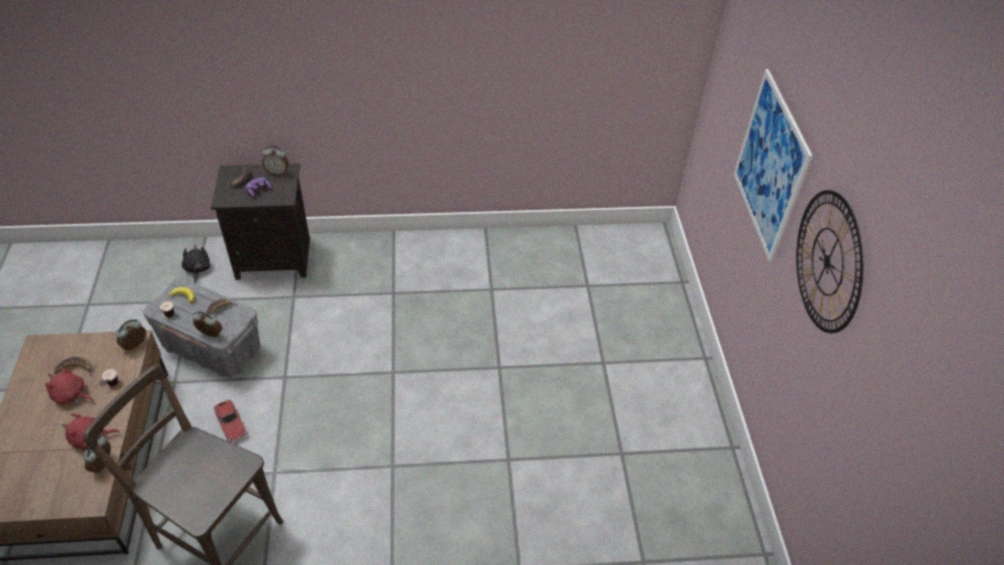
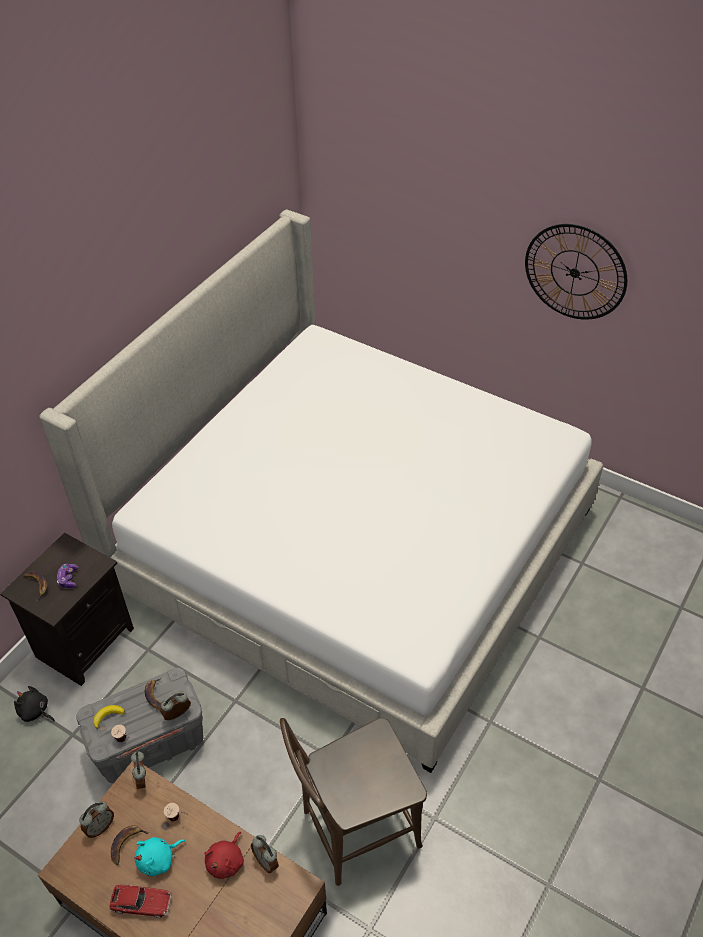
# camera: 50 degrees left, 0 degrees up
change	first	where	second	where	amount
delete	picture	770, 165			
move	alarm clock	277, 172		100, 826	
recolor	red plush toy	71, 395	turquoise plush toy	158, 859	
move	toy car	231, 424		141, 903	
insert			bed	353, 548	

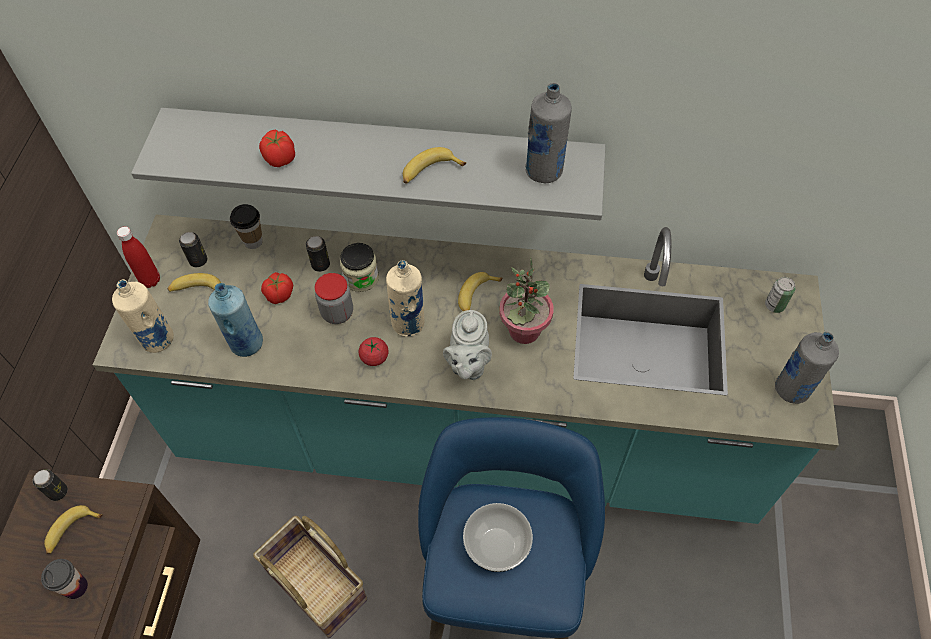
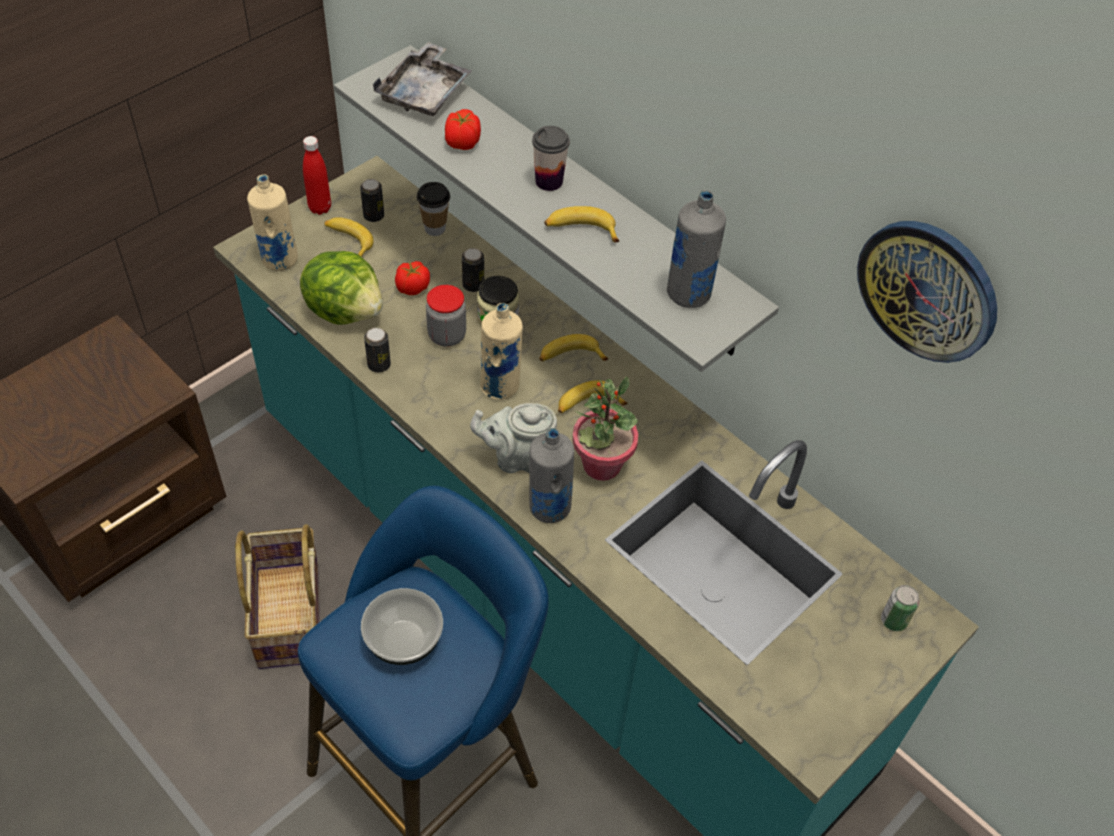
# camera: 35 degrees right, 5 degrees down
change	first	where	second	where	amount
replace	blue bottle	246, 344	lettuce	346, 310	
rotate	grey teapot	468, 364		518, 458	45 degrees clockwise
move	grey bottle	791, 390		549, 507	
delete	tomato	374, 357			
move	can	58, 492		379, 365	
move	banana	71, 531		570, 356	
move	cup	76, 587		549, 181	
insert			grey tray	425, 93	
insert			wall clock	928, 290	

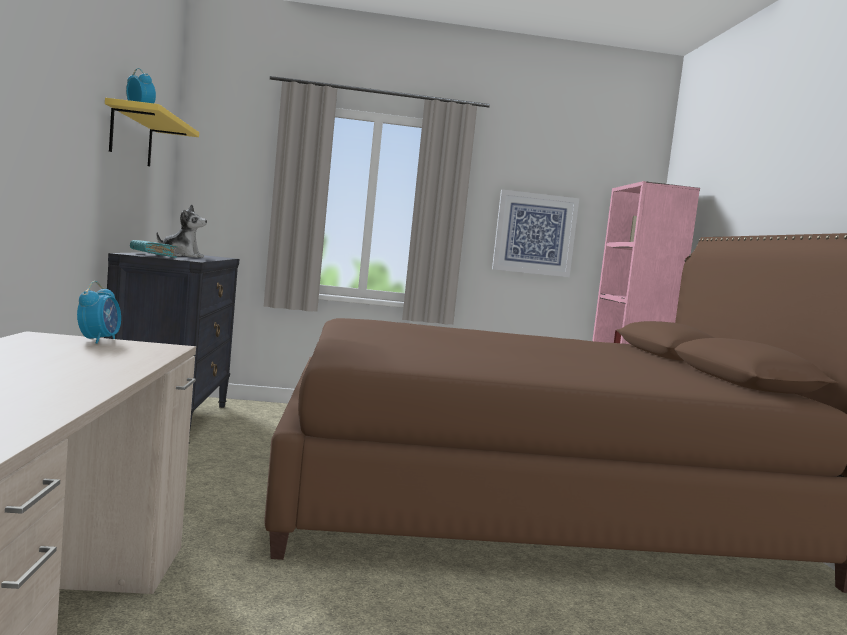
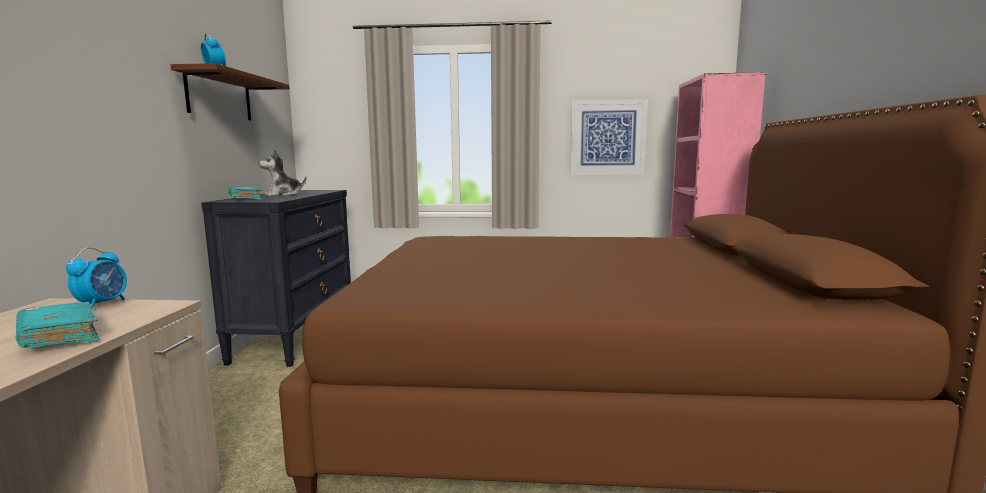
# camera: 10 degrees right, 5 degrees up
change	first	where	second	where	amount
recolor	yellow shelf	131, 136	brown shelf	219, 96	
rotate	plush toy	182, 256		283, 195	135 degrees clockwise
insert			turquoise book	59, 337	

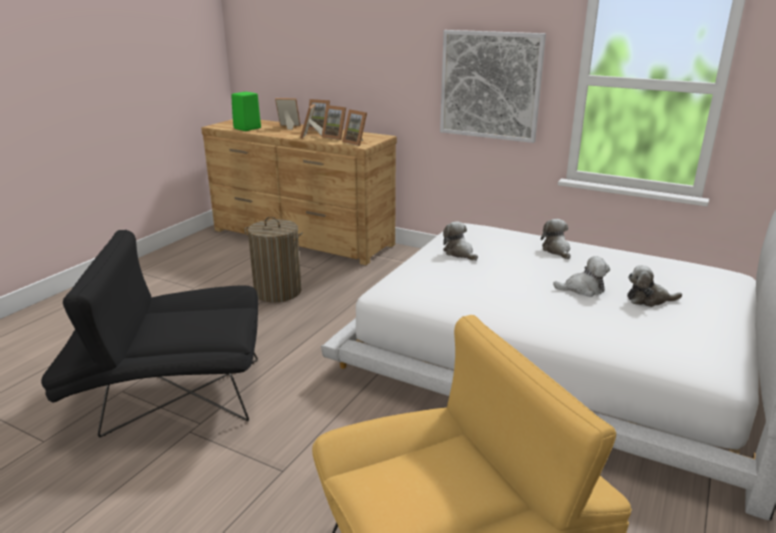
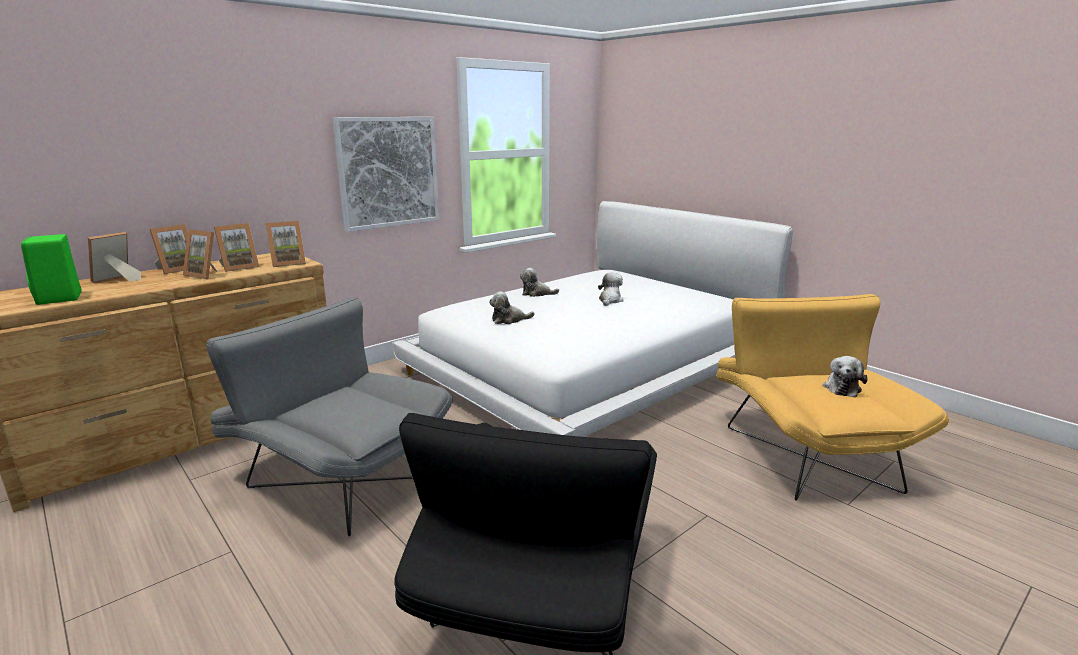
# camera: 70 degrees left, 5 degrees down
change	first	where	second	where	amount
replace	laundry basket	278, 292	grey armchair	337, 475	
move	plush toy	648, 299		842, 388	

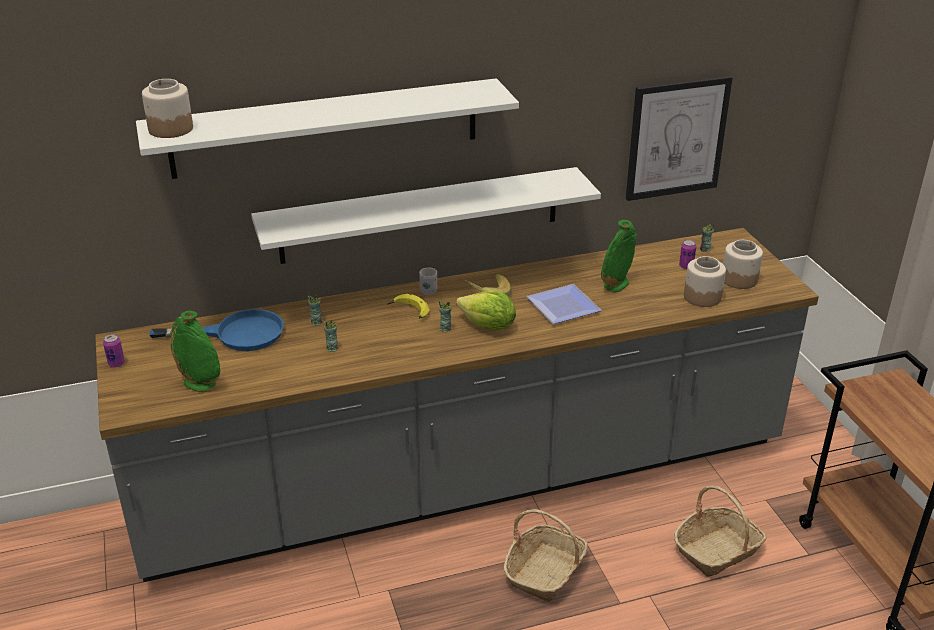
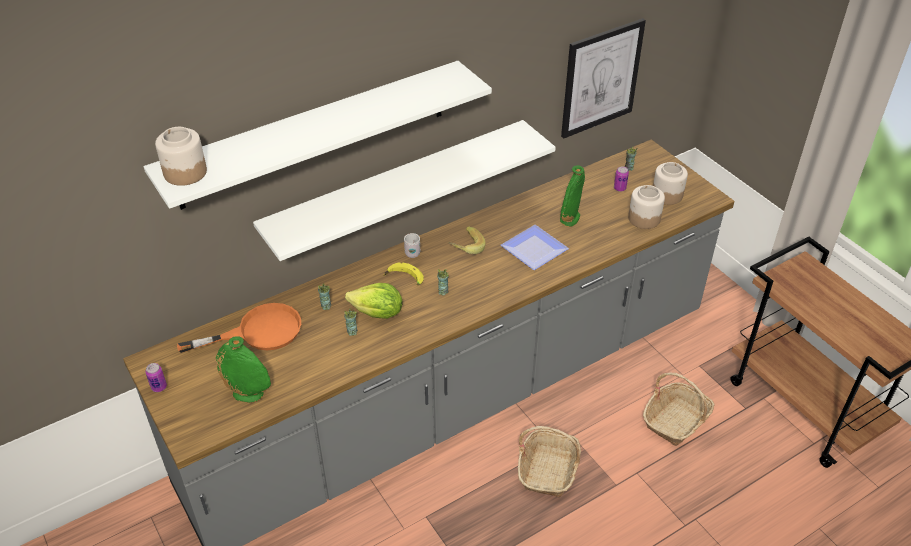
# camera: 15 degrees left, 10 degrees up
change	first	where	second	where	amount
move	lettuce	488, 326		377, 313	
recolor	blue frying pan	237, 334	orange frying pan	258, 332	

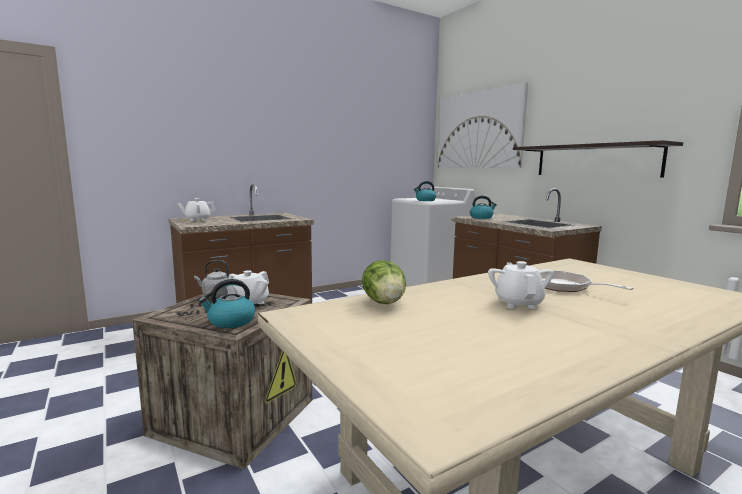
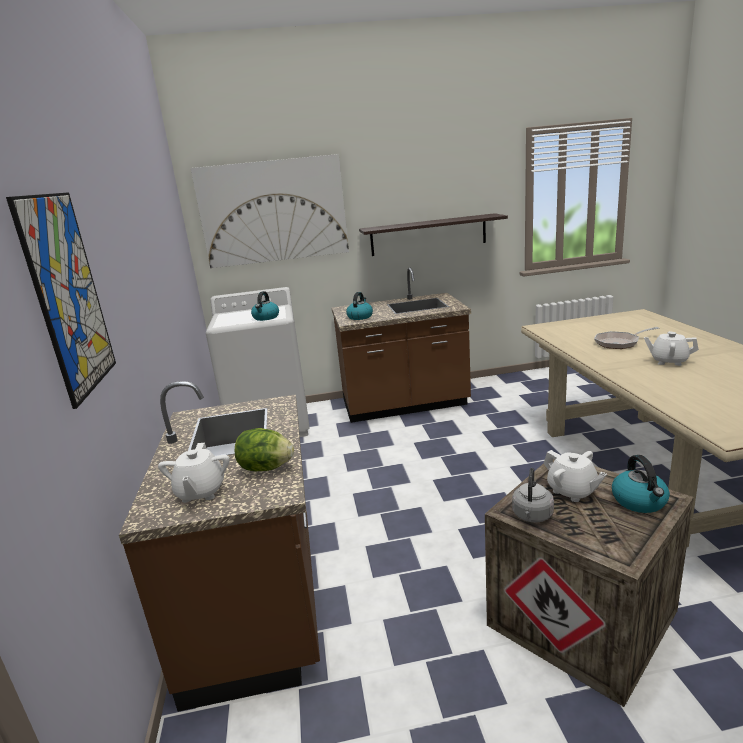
# camera: 65 degrees left, 10 degrees up
change	first	where	second	where	amount
move	lettuce	384, 303		266, 468	
insert			picture	68, 295	

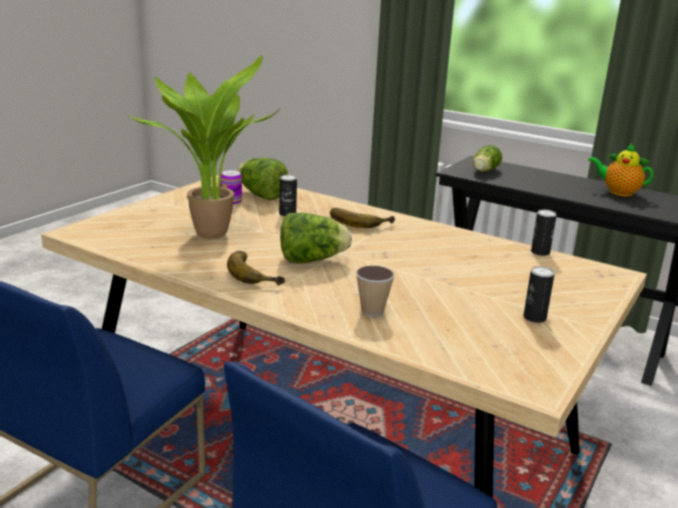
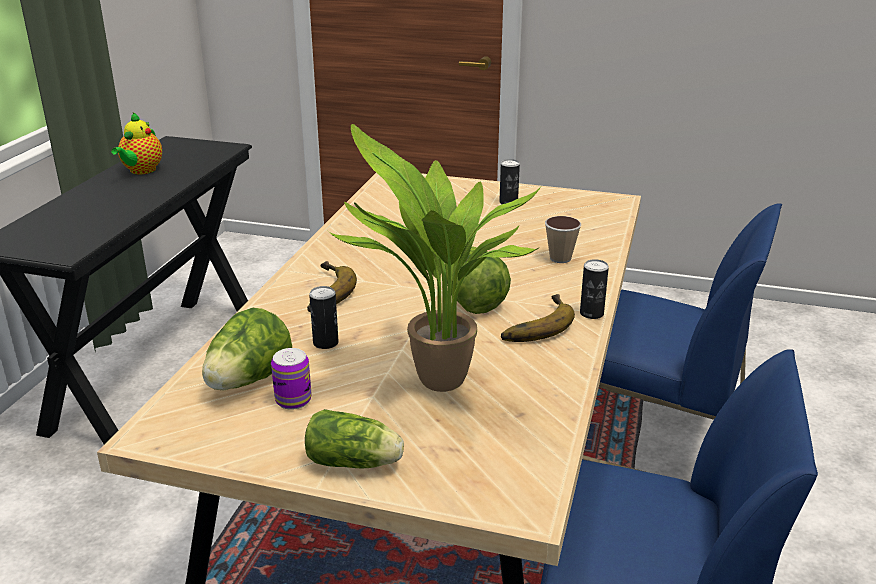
# camera: 105 degrees left, 5 degrees up
change	first	where	second	where	amount
move	lettuce	484, 171		356, 463	
move	can	540, 252		591, 313	

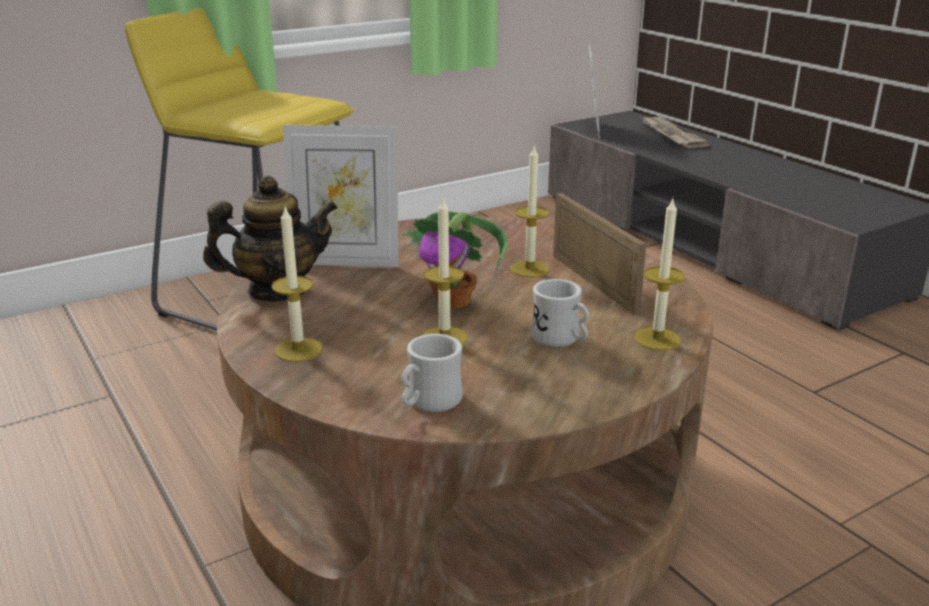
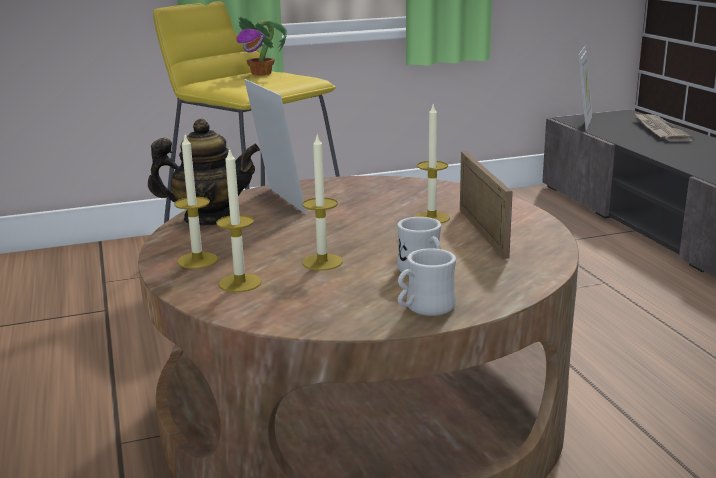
# camera: 15 degrees right, 5 degrees down
change	first	where	second	where	amount
rotate	picture frame	346, 261		278, 202	135 degrees counterclockwise
move	candle	657, 339		240, 283	
move	potted plant	454, 301		262, 73	
move	white mug	428, 403		424, 309	

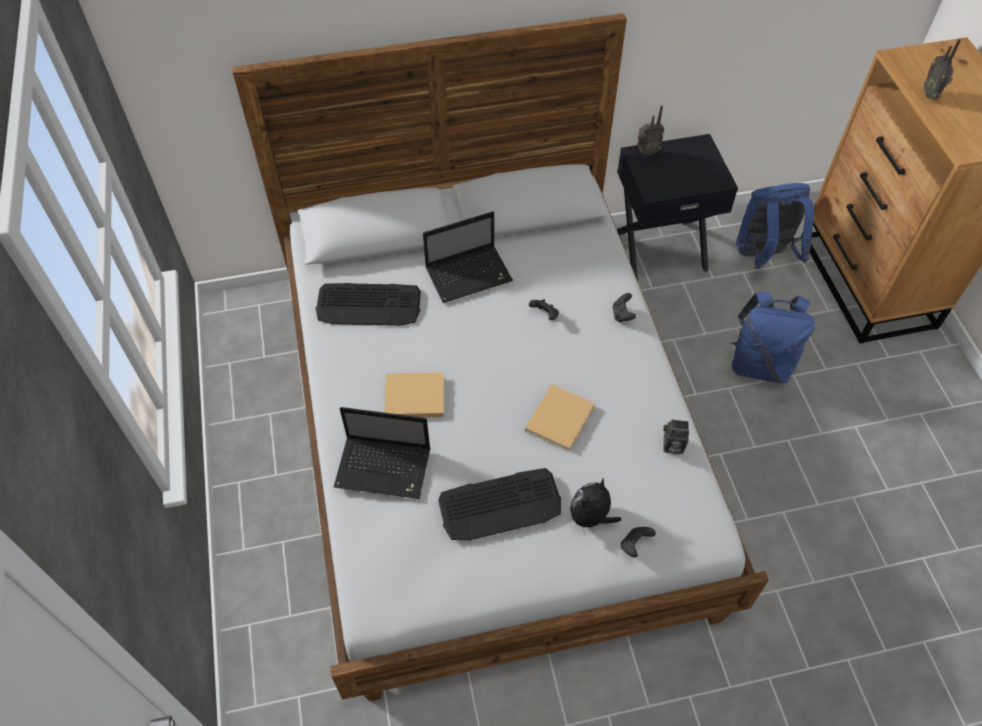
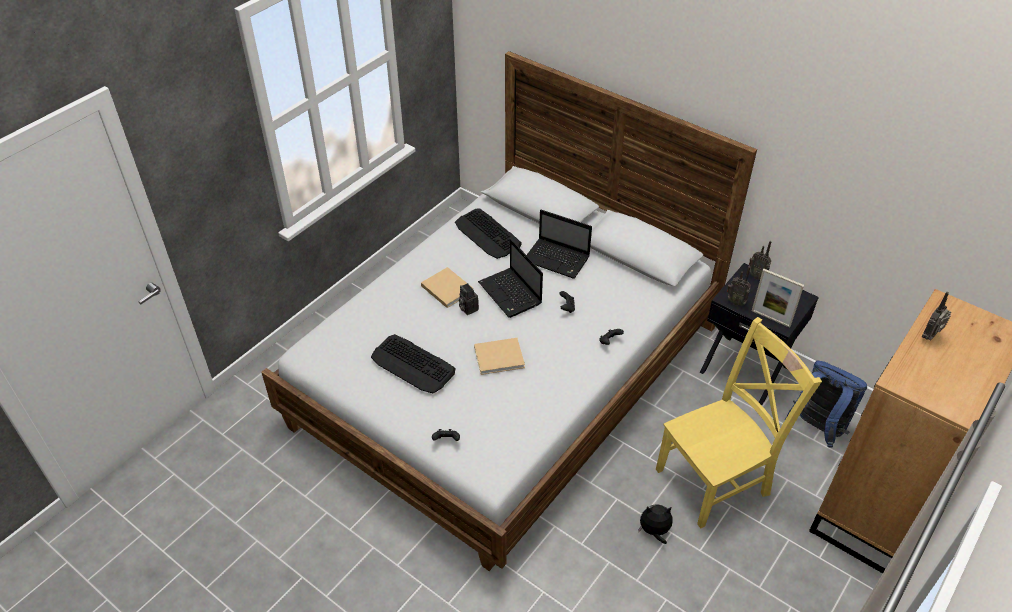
# camera: 50 degrees right, 10 degrees down
change	first	where	second	where	amount
replace	blue backpack	759, 364	yellow chair	716, 480	
move	laptop	385, 468		511, 294	
move	photo camera	671, 446		467, 308	
move	plush toy	590, 517		654, 531	
insert			radio	735, 302	
insert			picture frame	770, 318	

